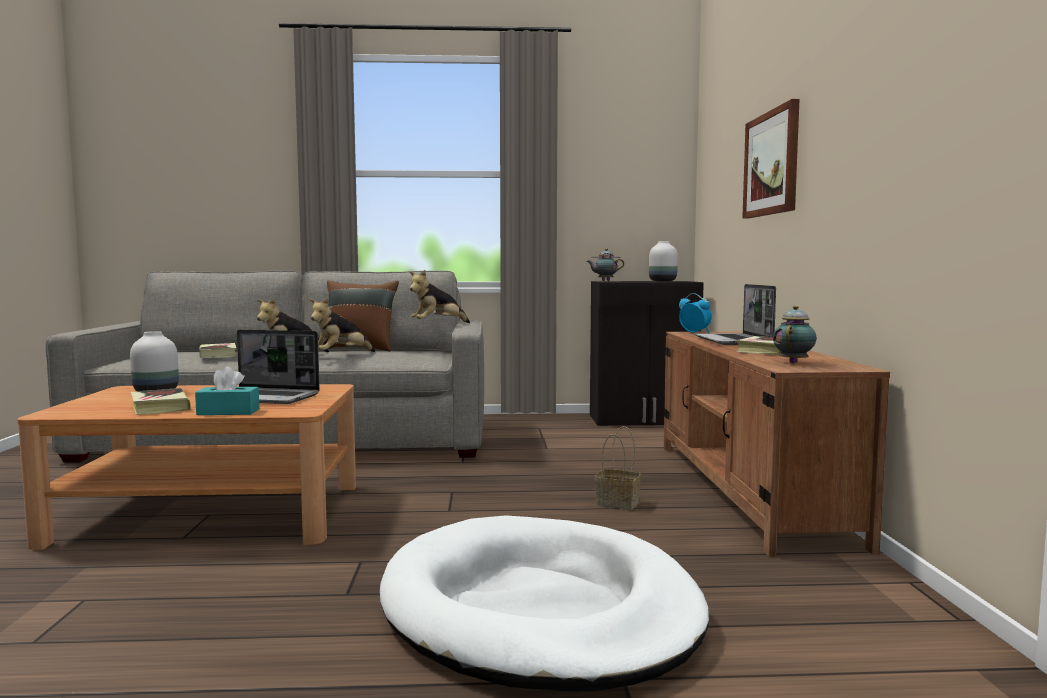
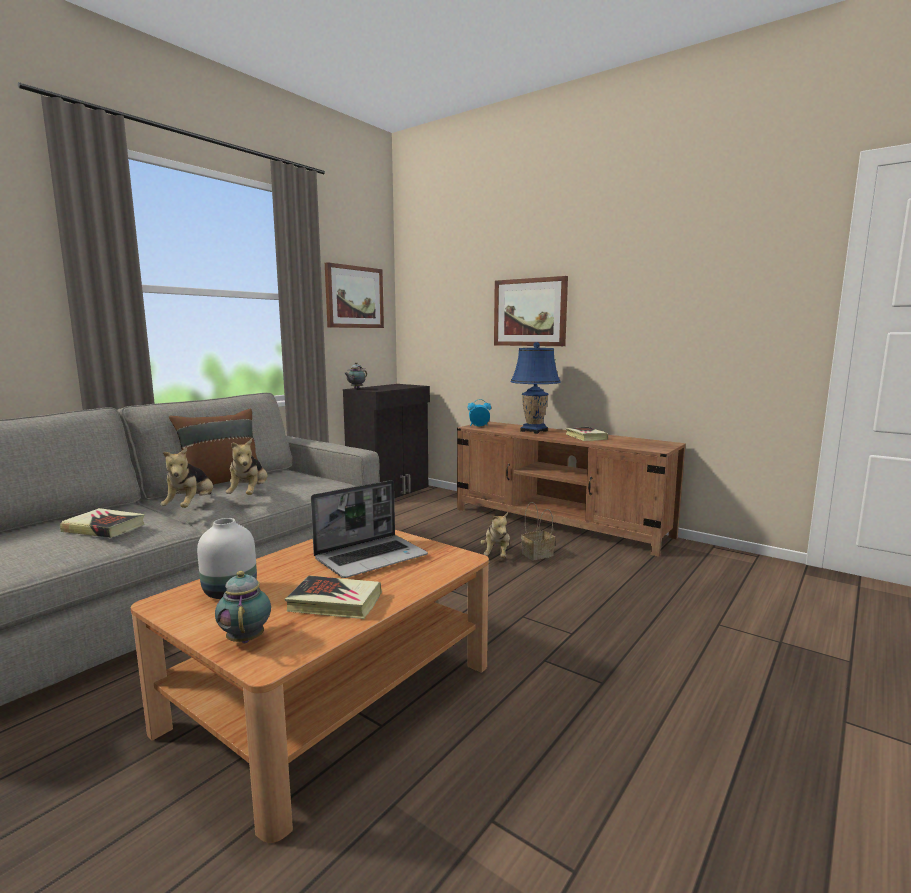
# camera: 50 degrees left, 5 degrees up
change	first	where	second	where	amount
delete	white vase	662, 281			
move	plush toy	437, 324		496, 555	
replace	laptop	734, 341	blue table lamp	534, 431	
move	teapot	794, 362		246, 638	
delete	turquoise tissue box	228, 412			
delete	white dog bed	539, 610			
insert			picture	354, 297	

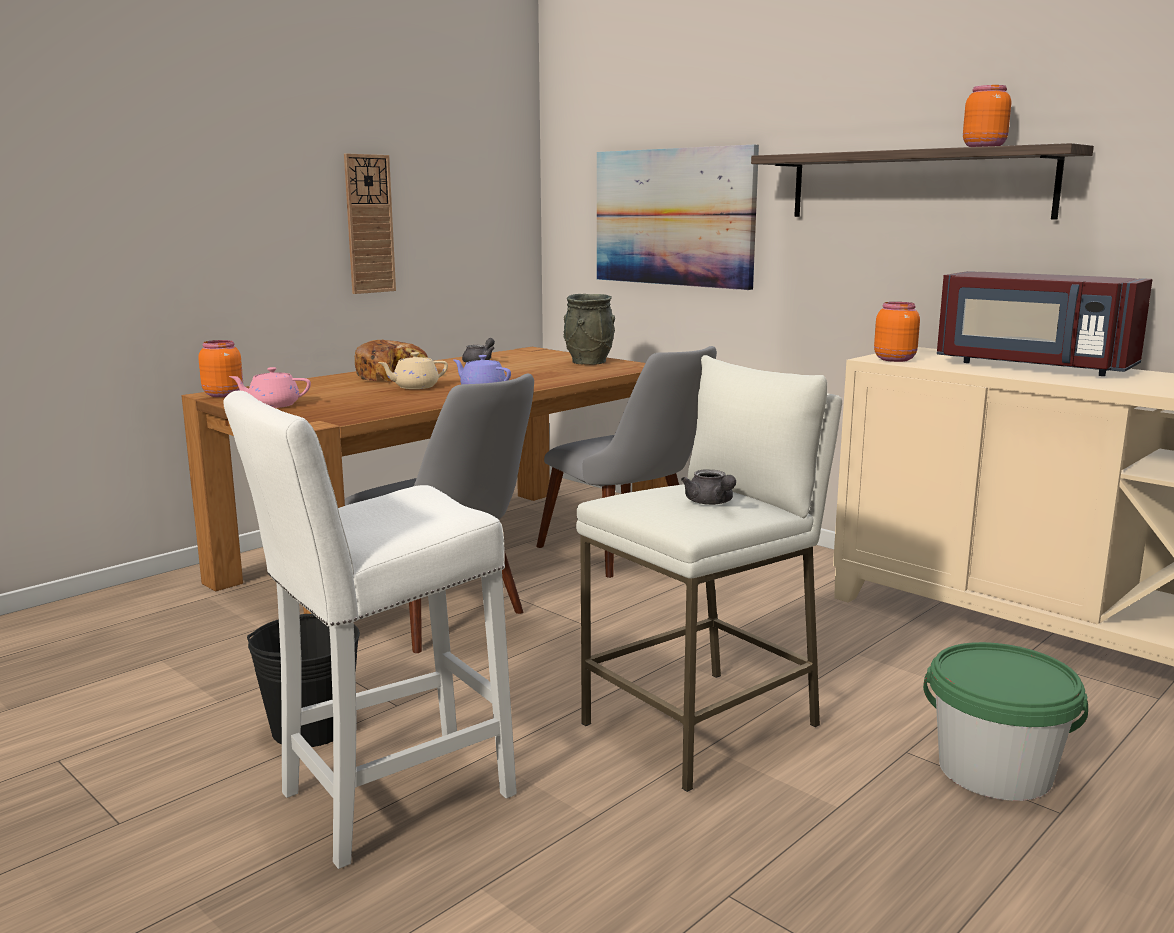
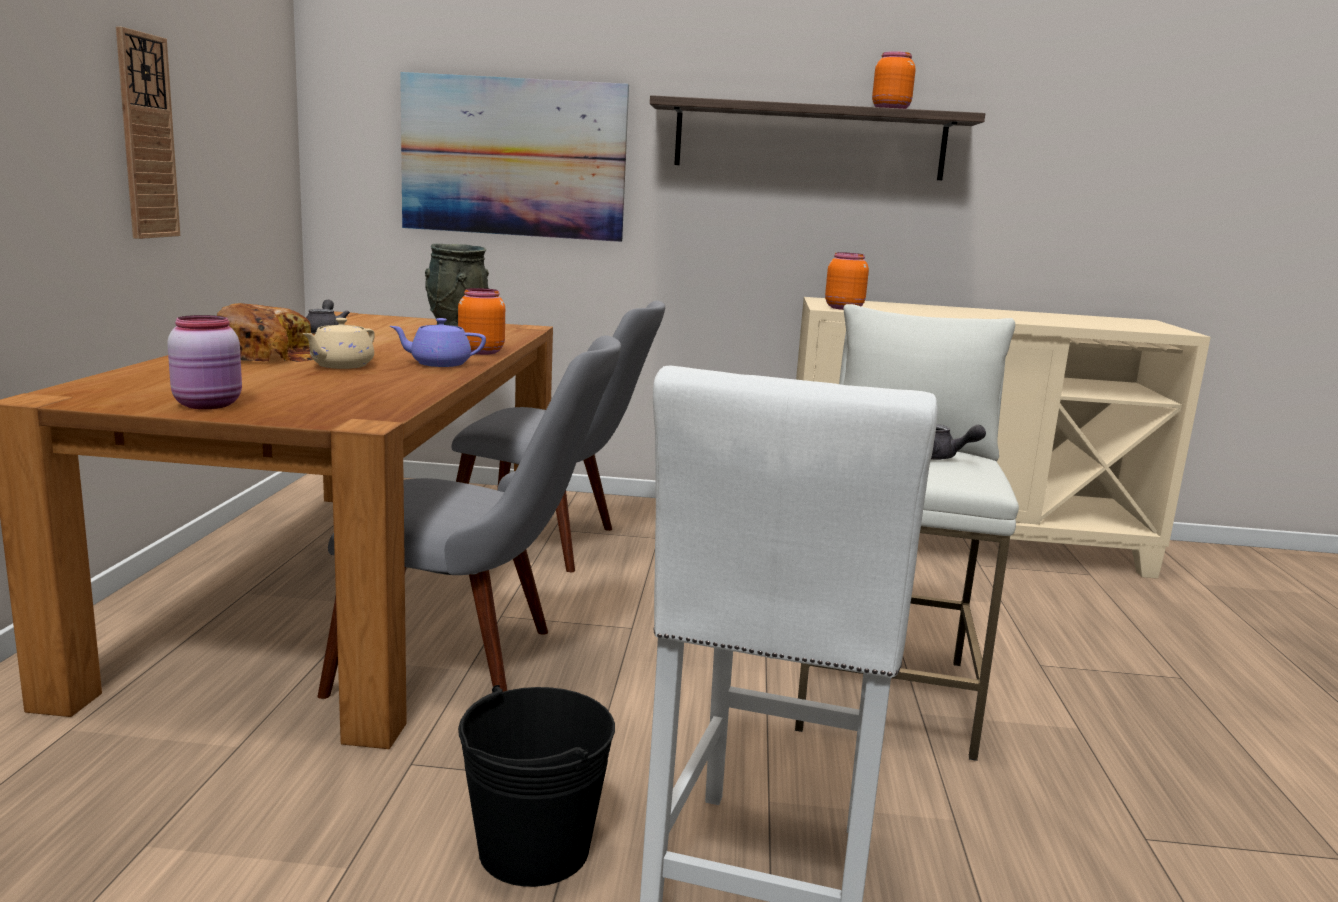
# camera: 40 degrees left, 0 degrees up
change	first	where	second	where	amount
delete	red microwave	1033, 366			
move	orange jar	223, 394		480, 352	
replace	pink teapot	273, 405	pink jar	210, 405	
delete	green bucket	994, 770			

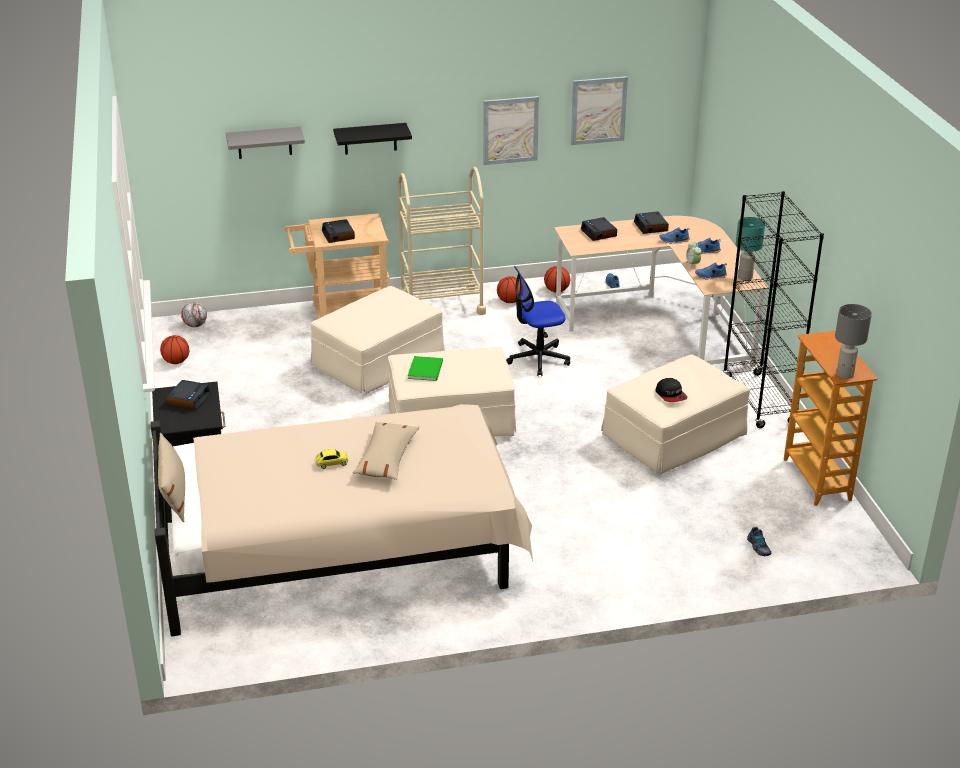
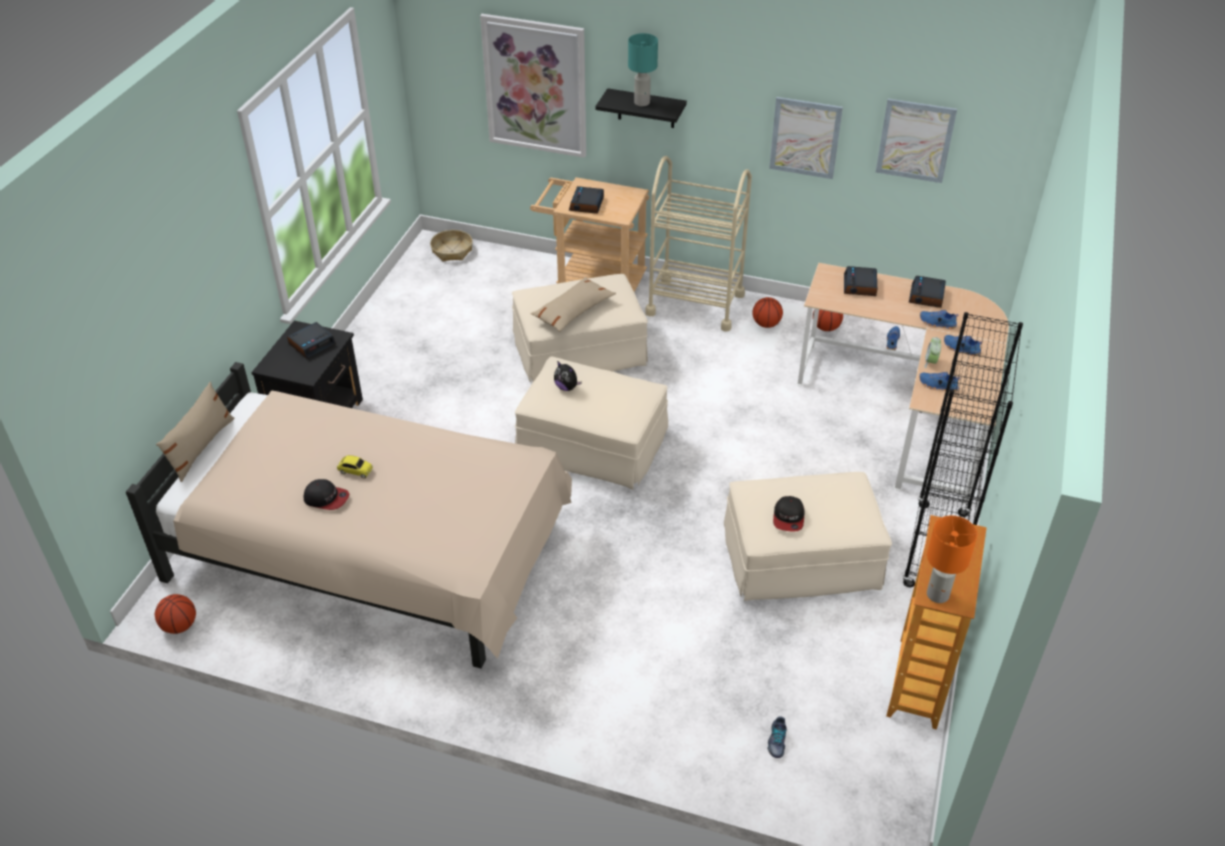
# camera: 30 degrees right, 10 degrees up
change	first	where	second	where	amount
replace	grey shelf	264, 143	picture	535, 86	
move	turquoise table lamp	744, 277		641, 102	
delete	office chair	538, 359			
replace	football	195, 325	basket	452, 251	
recolor	grey table lamp	845, 374	orange table lamp	938, 595	
move	basketball	176, 362		179, 626	
replace	green book	426, 369	plush toy	567, 387	
move	beige pillow	386, 458		573, 311	
insert			cap	326, 498	

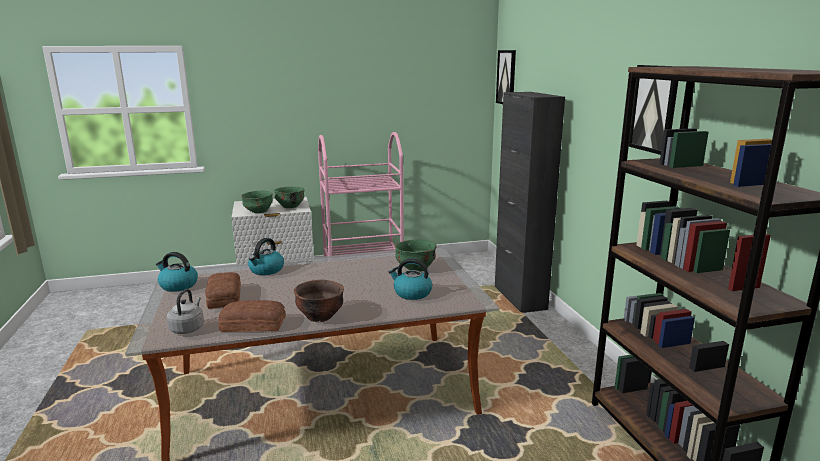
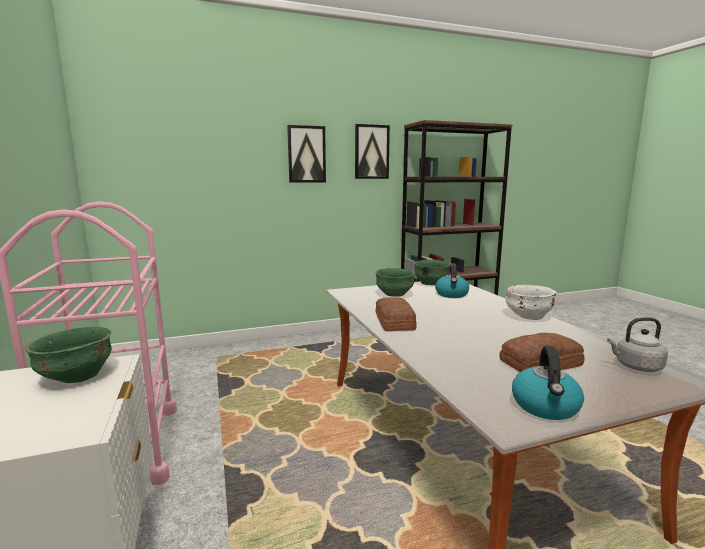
# camera: 95 degrees left, 5 degrees down
change	first	where	second	where	amount
move	picture	506, 77		306, 154	
delete	black cabinet	520, 297			
move	green bowl	259, 212		431, 283	
delete	kettle	266, 270			
recolor	brown bowl	319, 316	white bowl	528, 317	
move	bread	252, 324		393, 322	

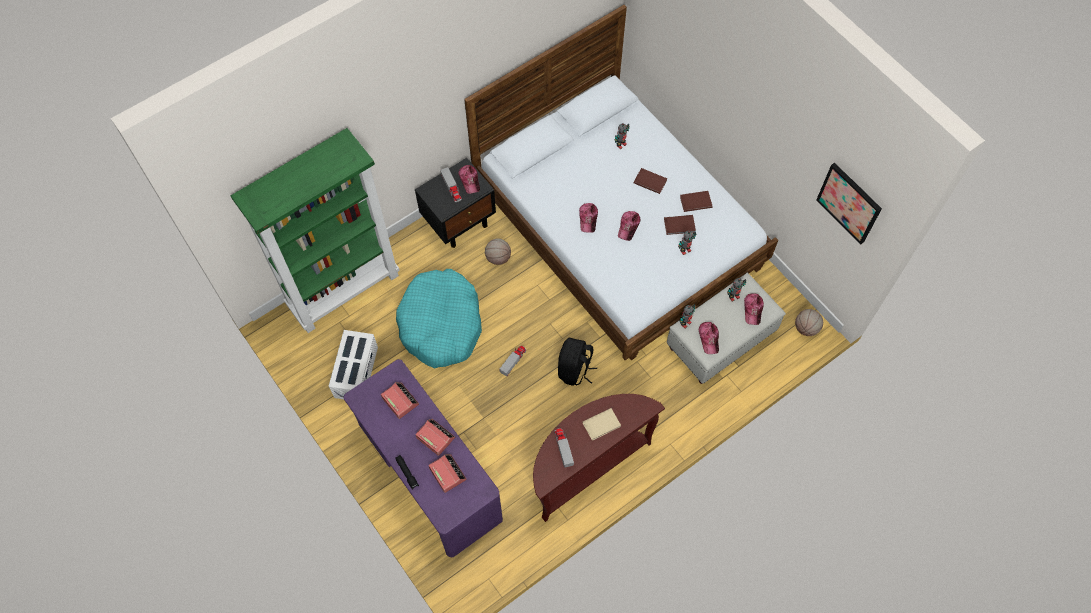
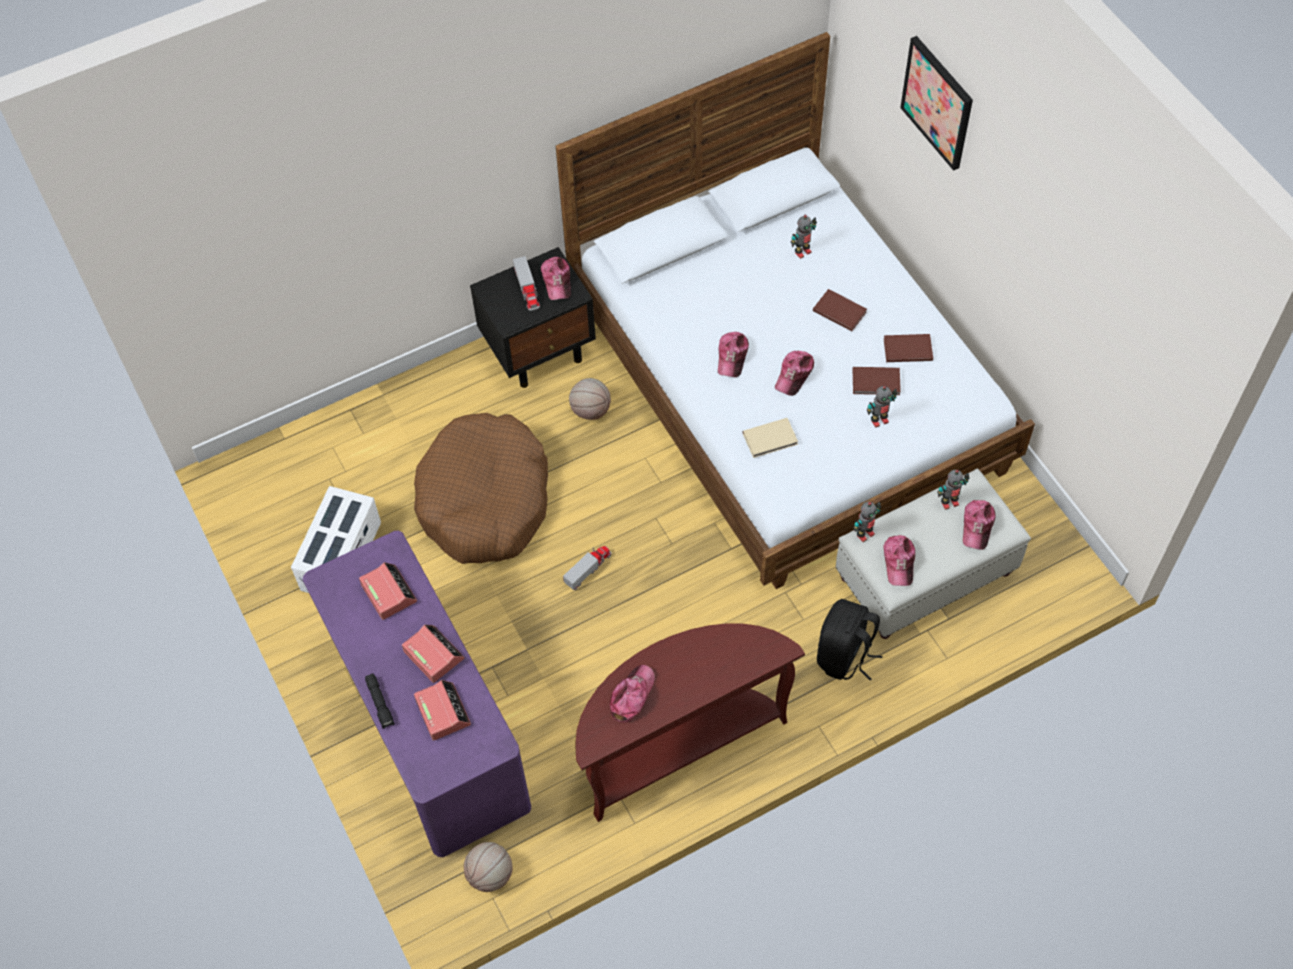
# camera: 10 degrees right, 5 degrees down
change	first	where	second	where	amount
delete	green bookcase	344, 290			
move	picture	849, 203		938, 102	
recolor	turquoise dog bed	441, 324	brown dog bed	485, 500	
move	basketball	806, 328		490, 875	
move	black backpack	574, 370		845, 656	
move	beige book	602, 425		771, 439	
replace	toy truck	563, 448	cap	632, 696	

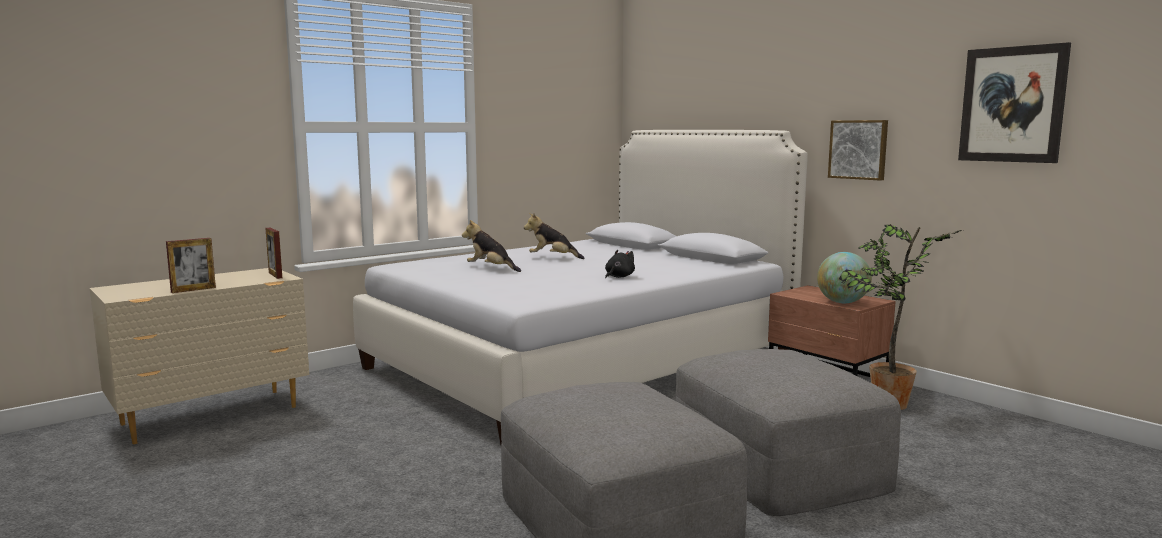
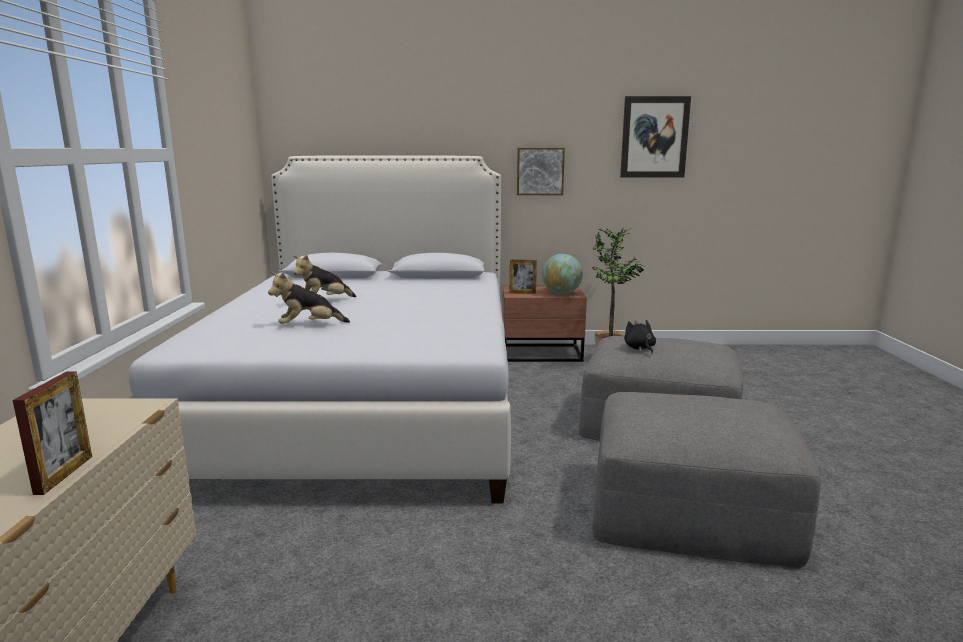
# camera: 50 degrees left, 5 degrees up
change	first	where	second	where	amount
move	picture frame	275, 275		522, 293	
move	black plush toy	618, 277		639, 348	

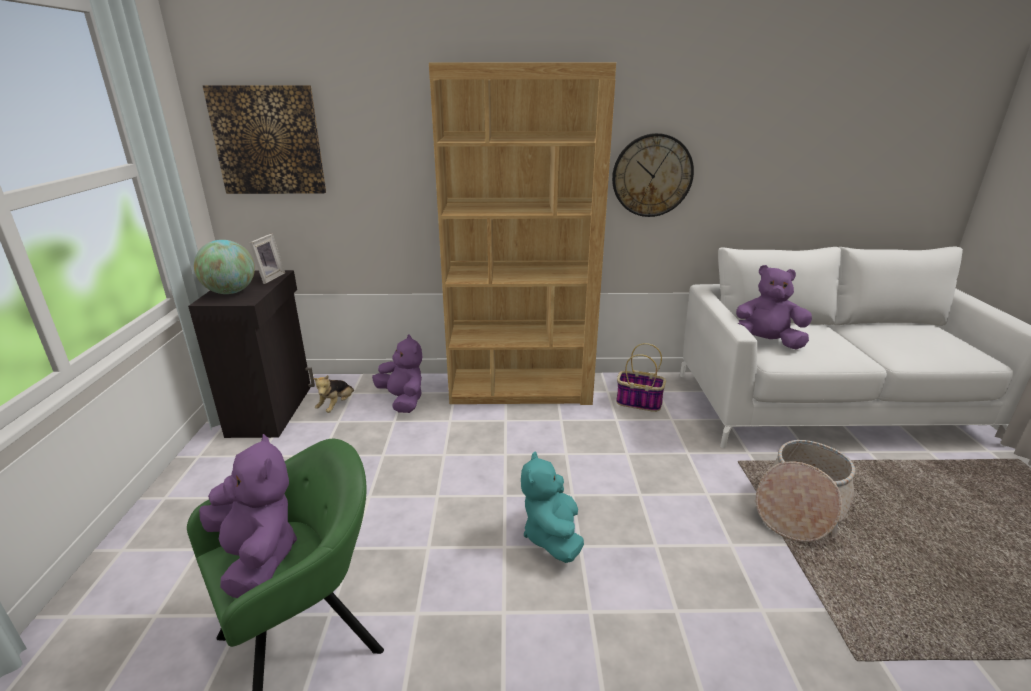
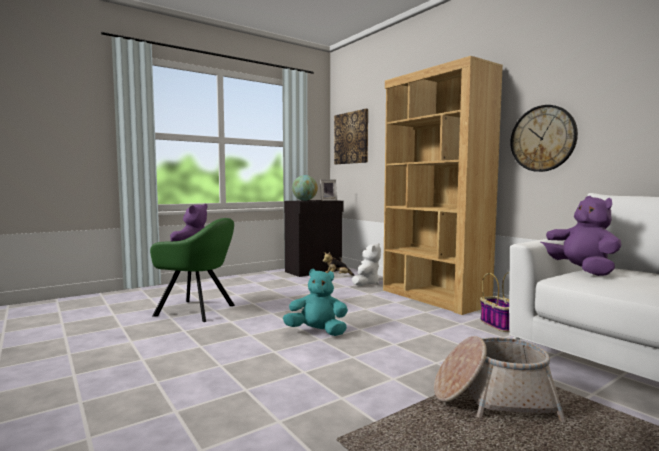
# camera: 55 degrees right, 20 degrees down
change	first	where	second	where	amount
recolor	purple plush toy	403, 400	white plush toy	366, 283	
rotate	turquoise plush toy	552, 536		317, 332	45 degrees clockwise

